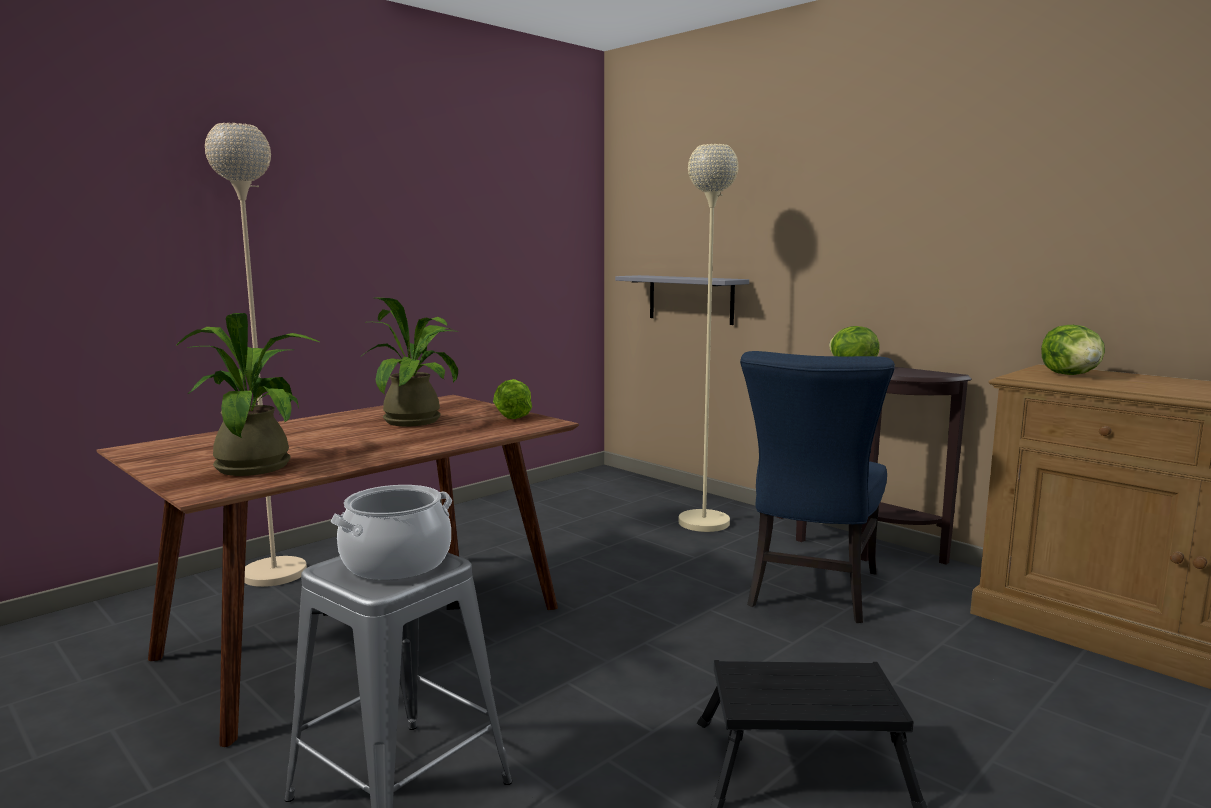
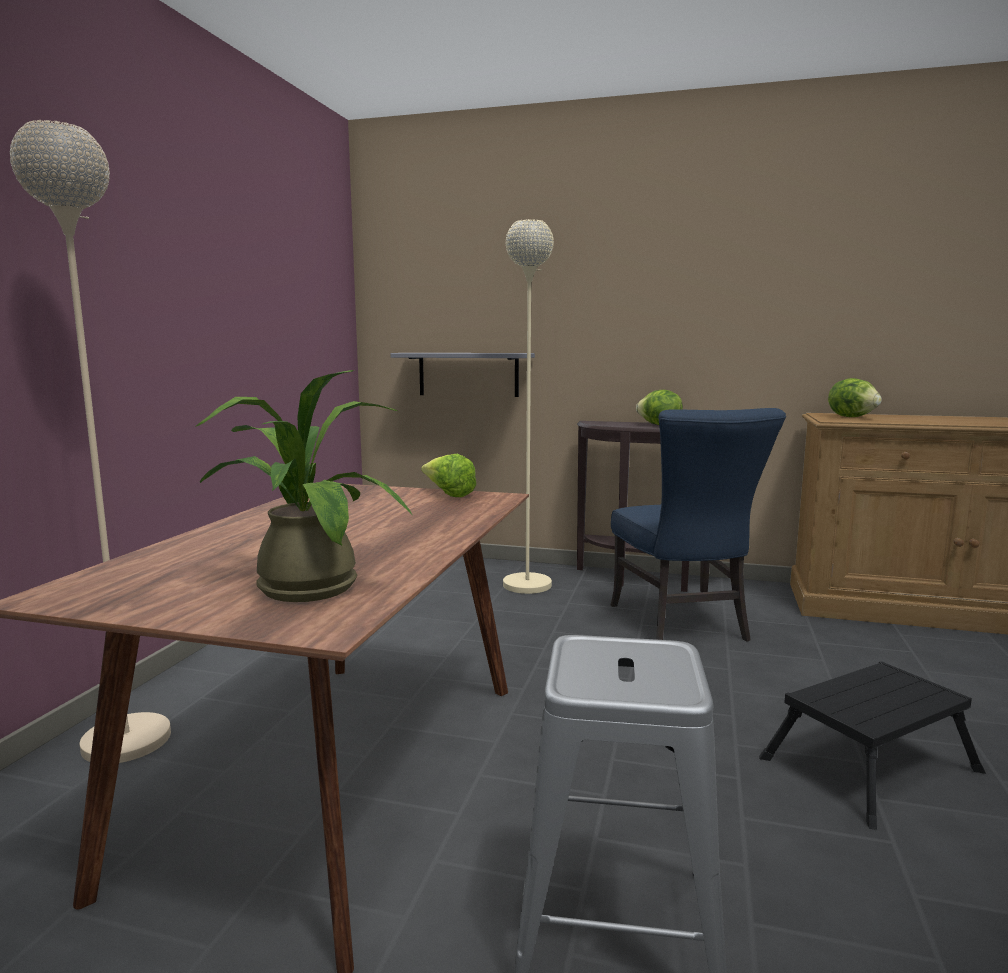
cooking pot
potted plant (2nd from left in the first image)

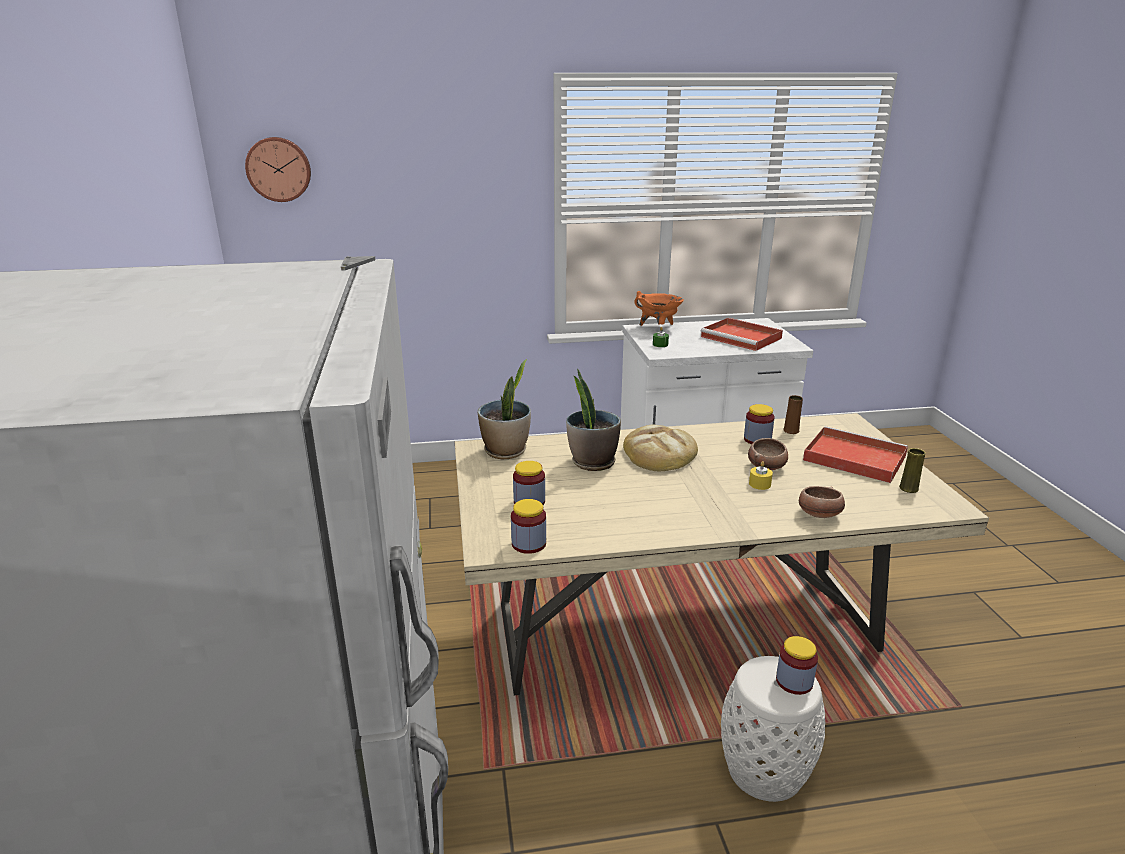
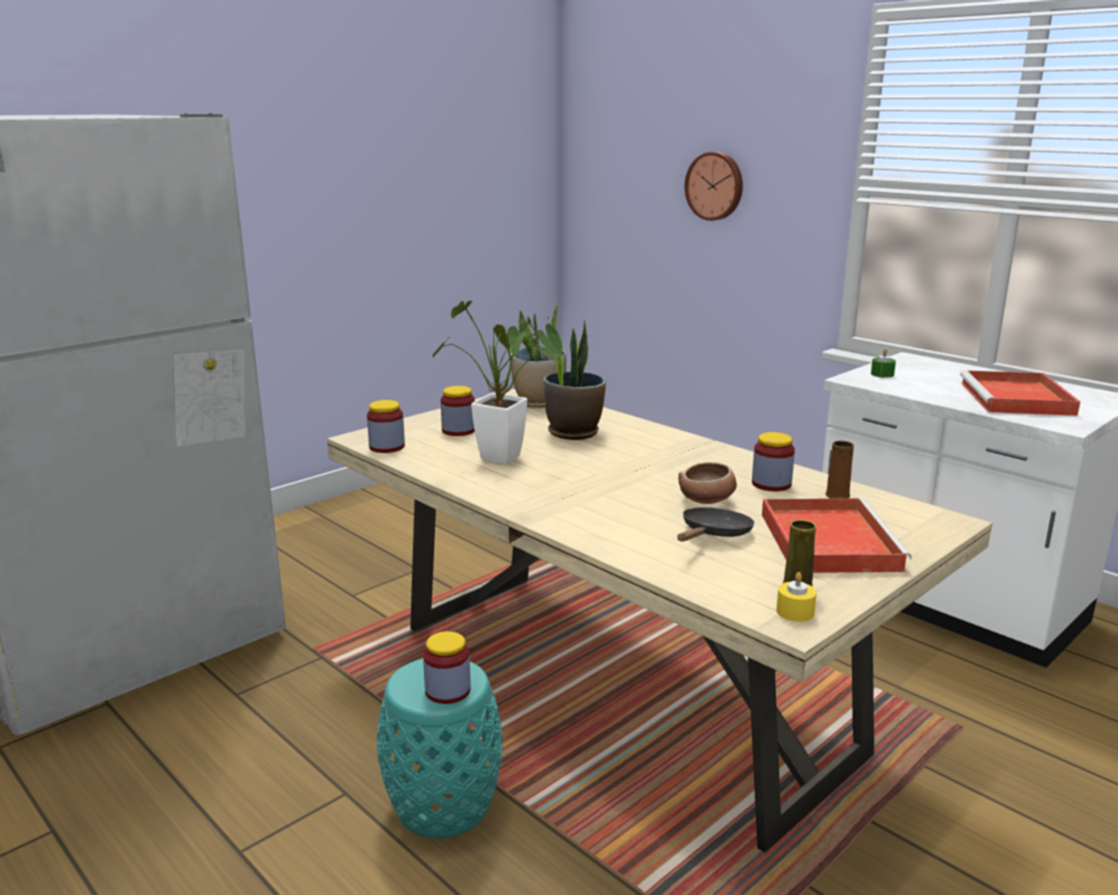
stool in turquoise
potted plant (1st from left)
frying pan in black
wall clock
candle in yellow
bread
cooking pot in orange
bowl (2nd from left in the first image)

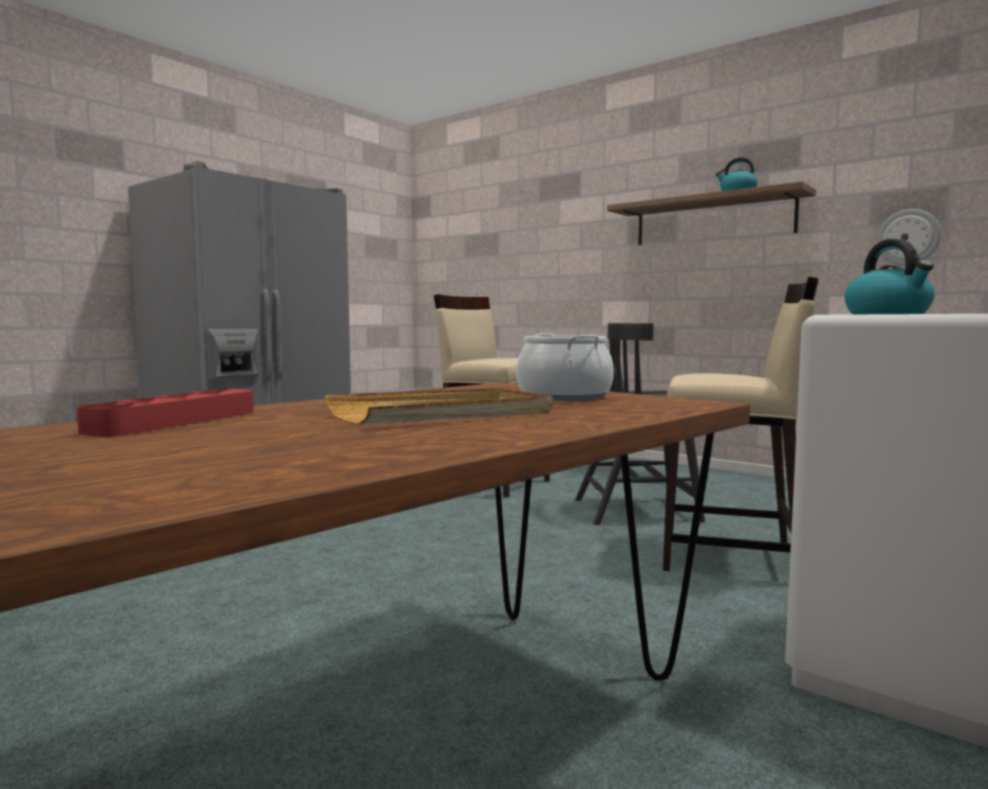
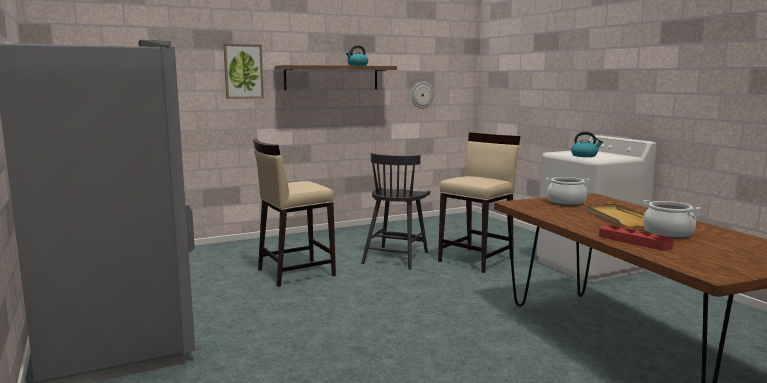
picture
cooking pot (2nd from left)

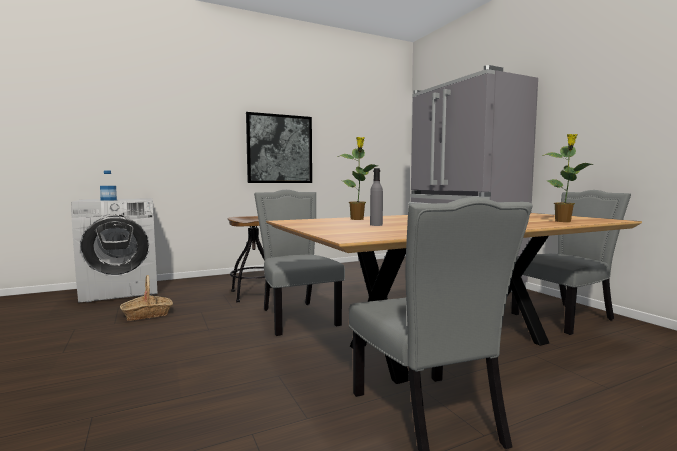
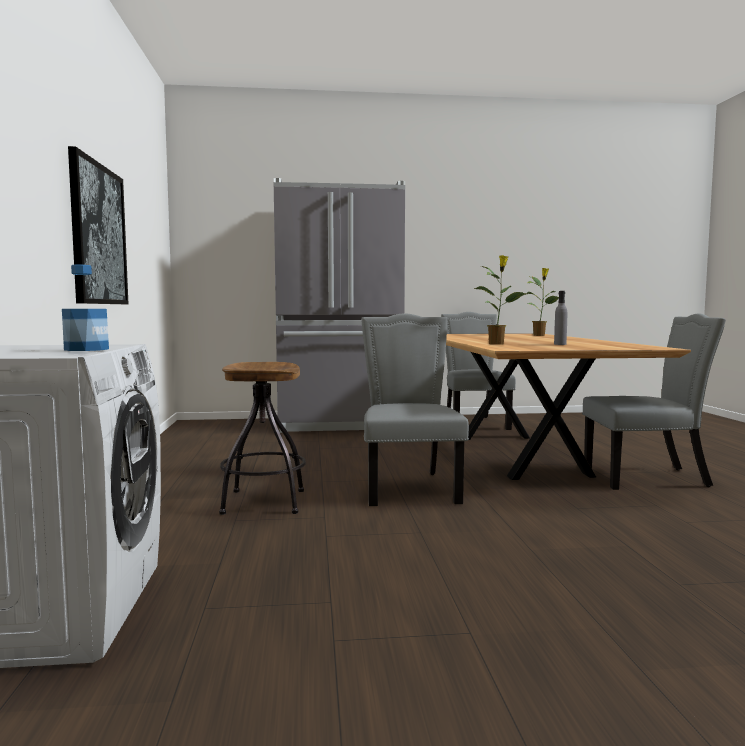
chair in grey (1st from left)
basket

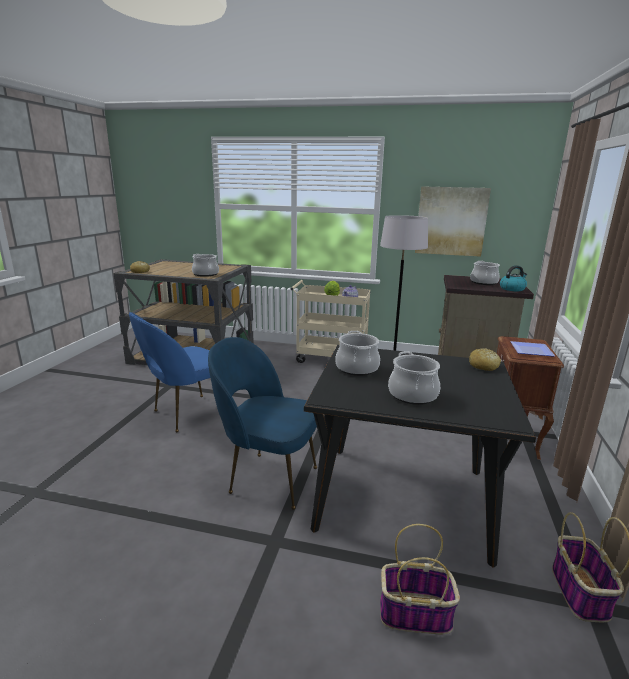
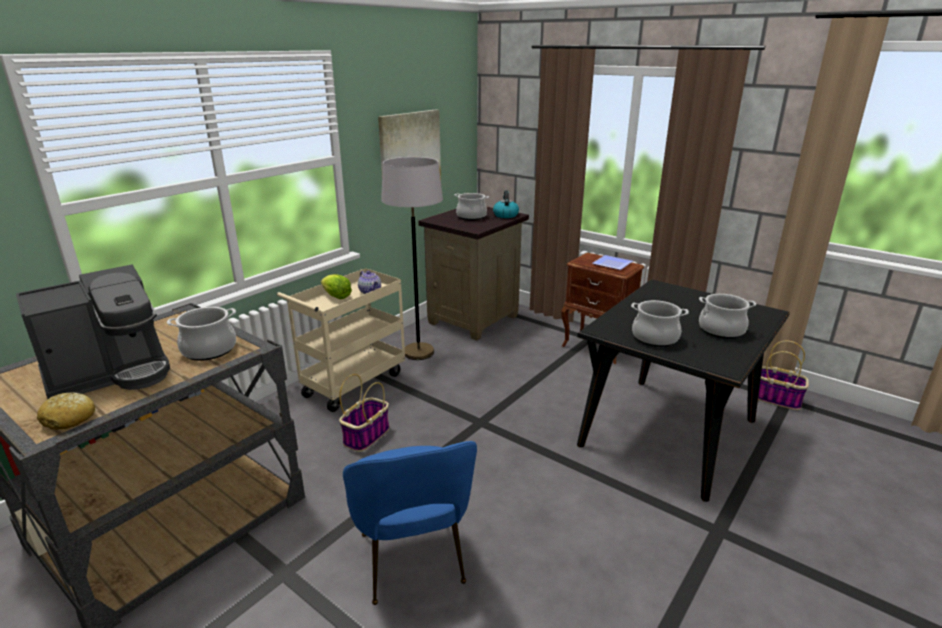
coffee machine
basket (1st from left)
chair in blue (2nd from left in the first image)
bread (2nd from left in the first image)

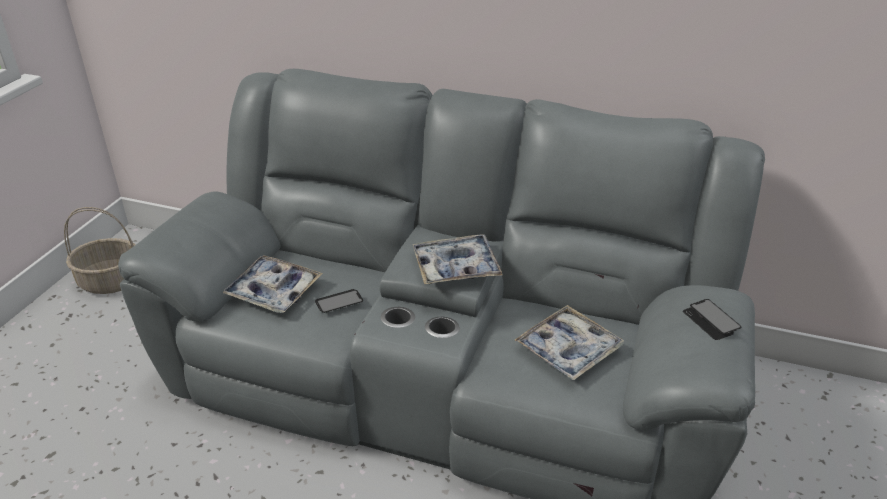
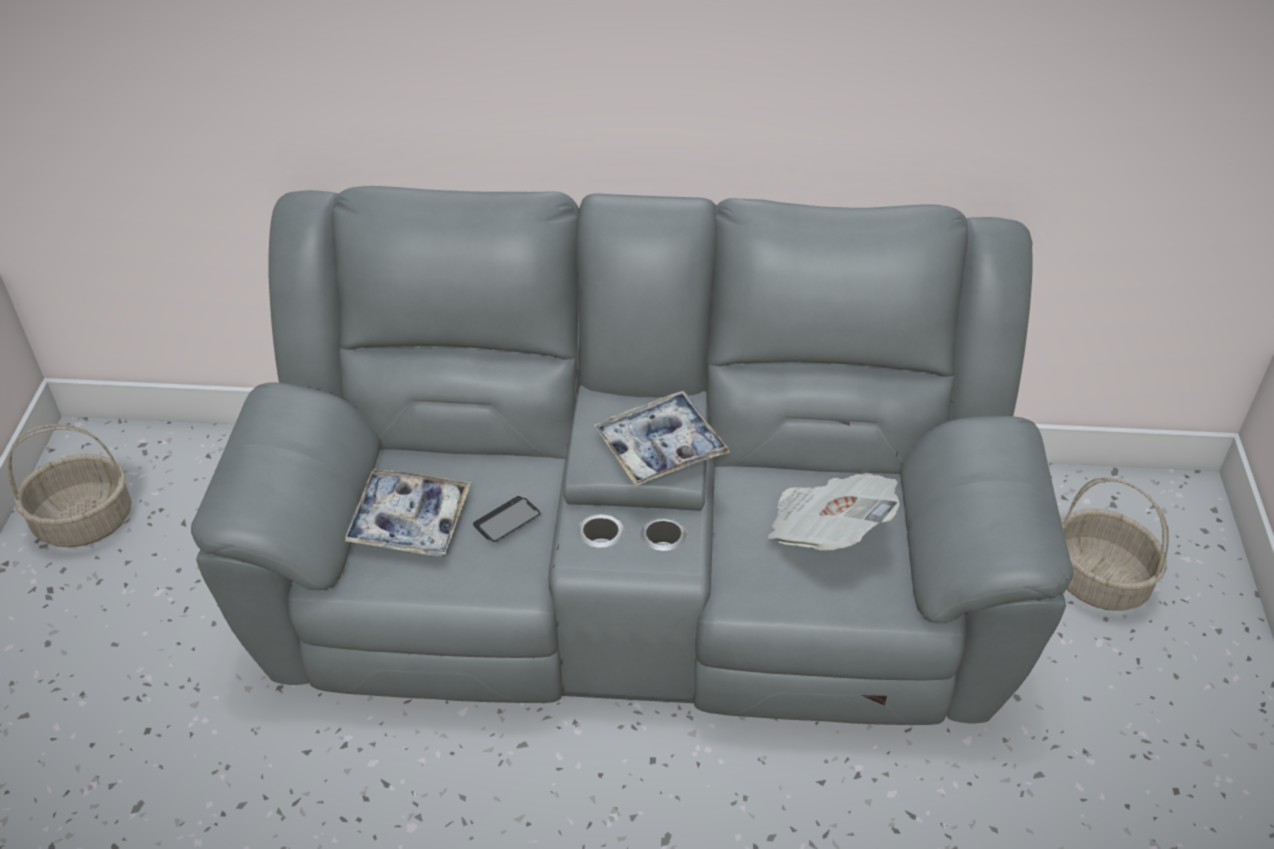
newspaper
basket (2nd from left)
phone (2nd from left in the first image)

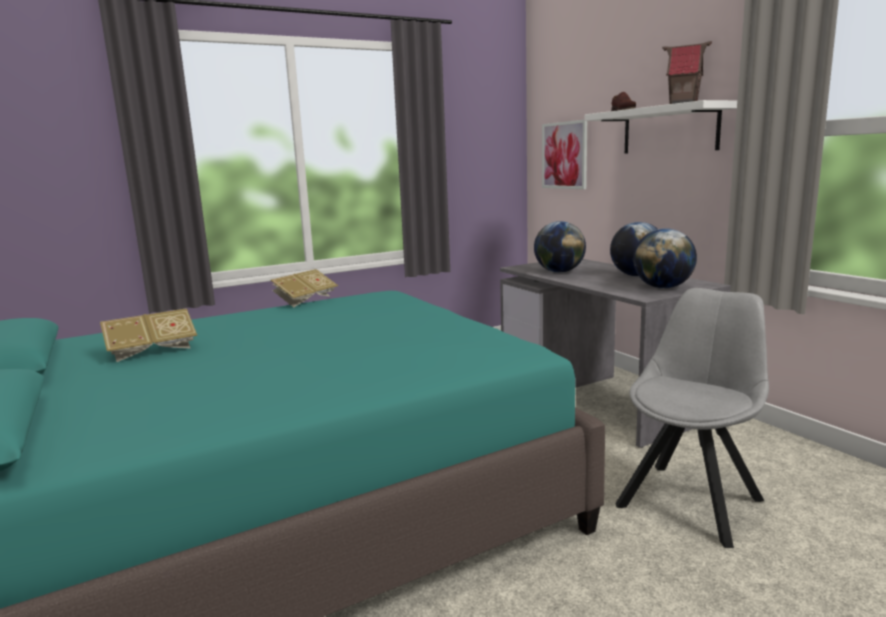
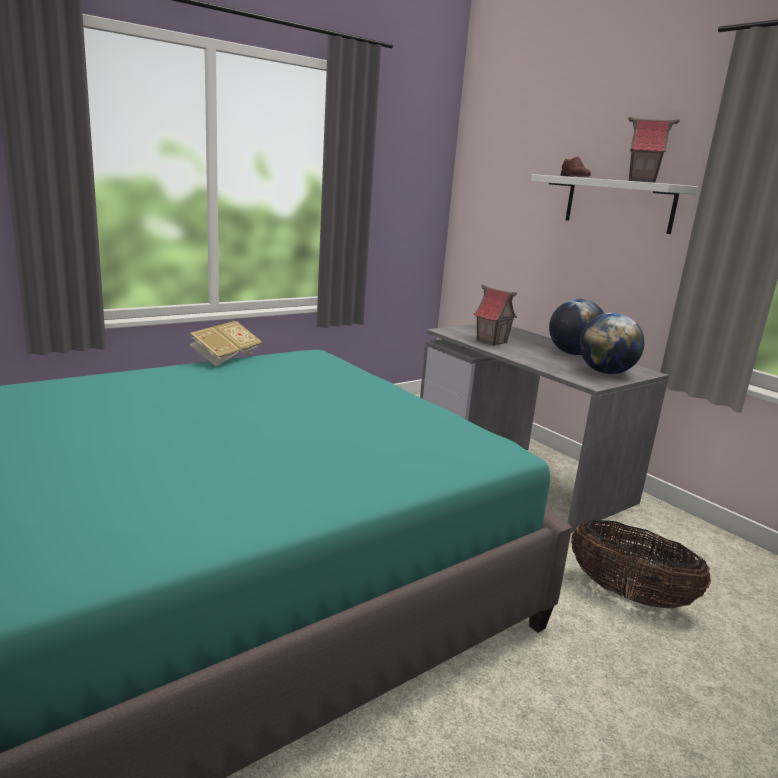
toy house (1st from left)
basket
book (1st from left in the first image)
picture

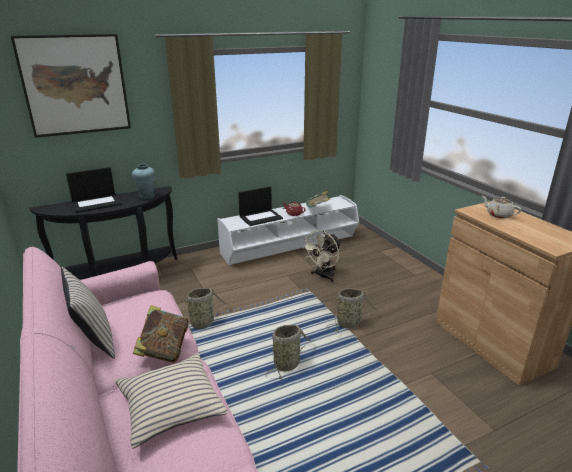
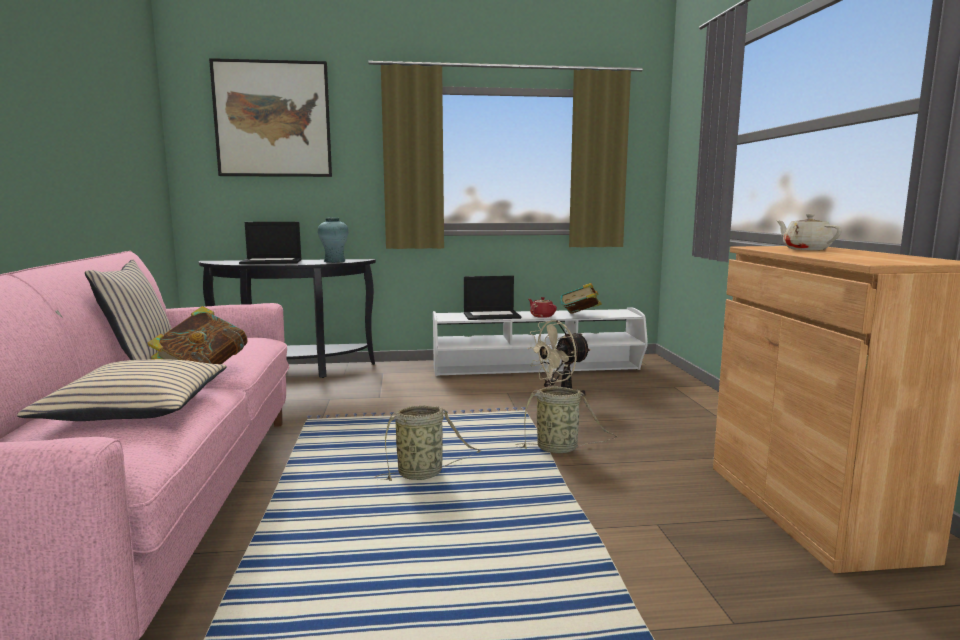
basket (1st from left in the first image)

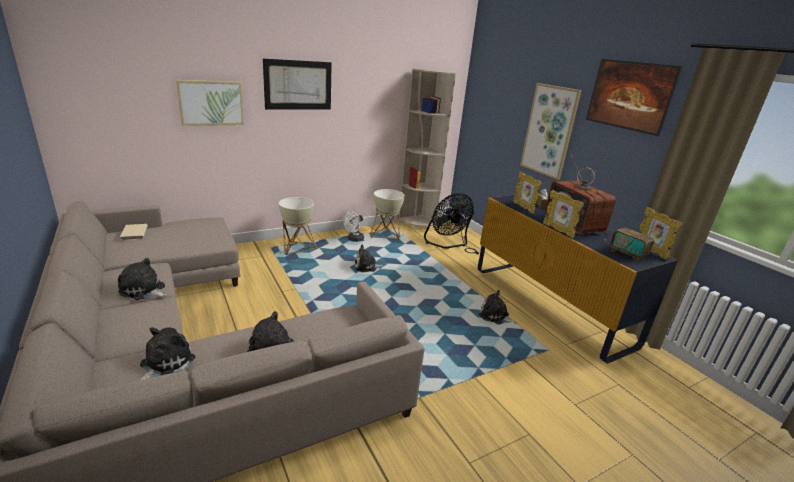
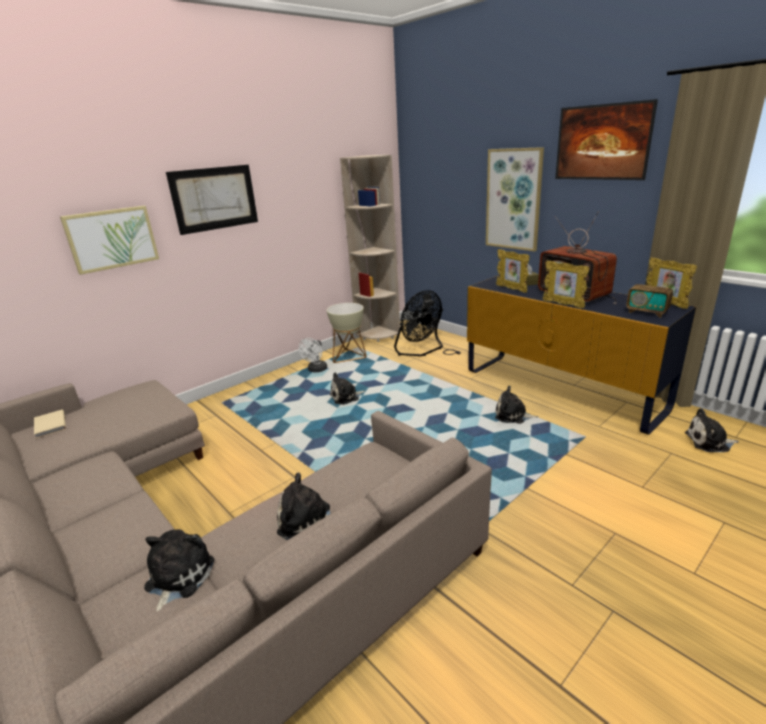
plush toy (5th from left)
planter (1st from left in the first image)

